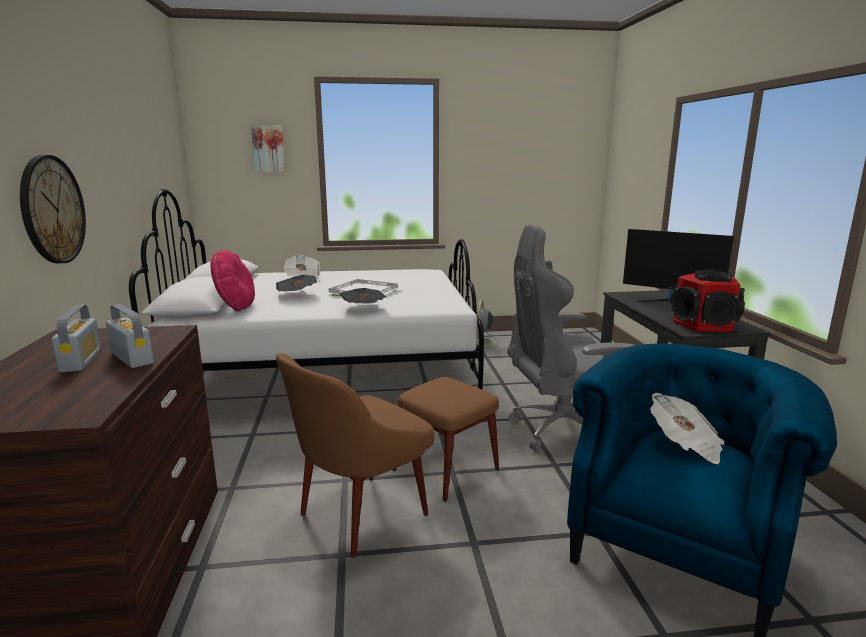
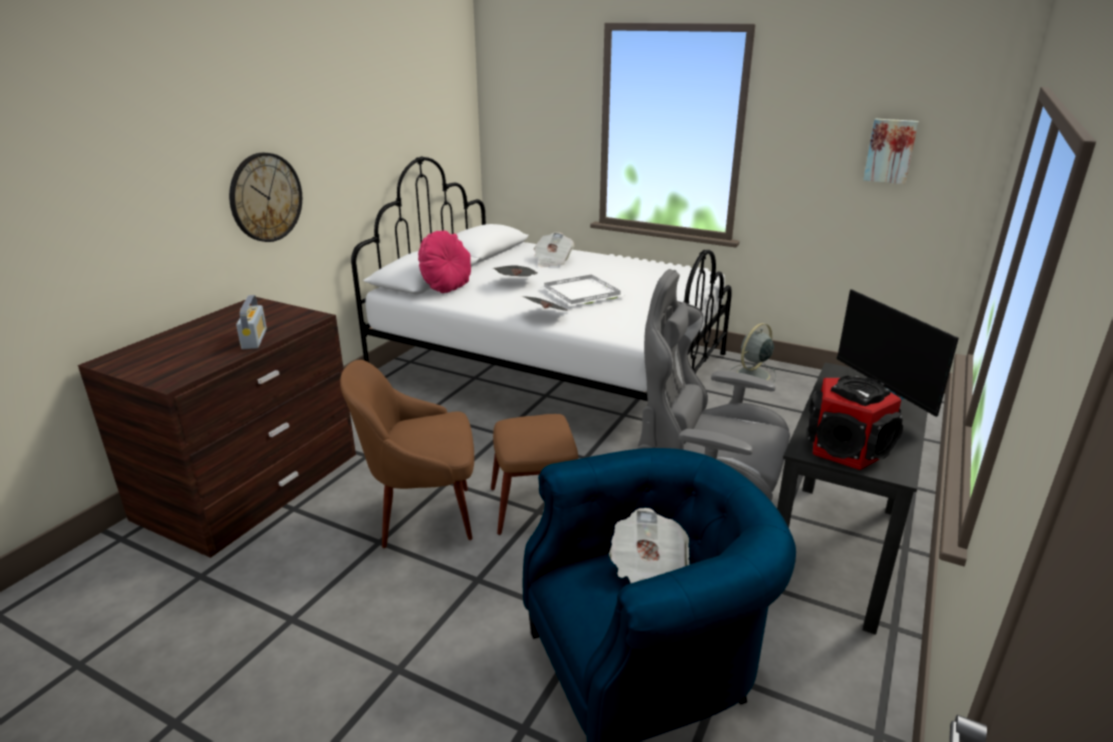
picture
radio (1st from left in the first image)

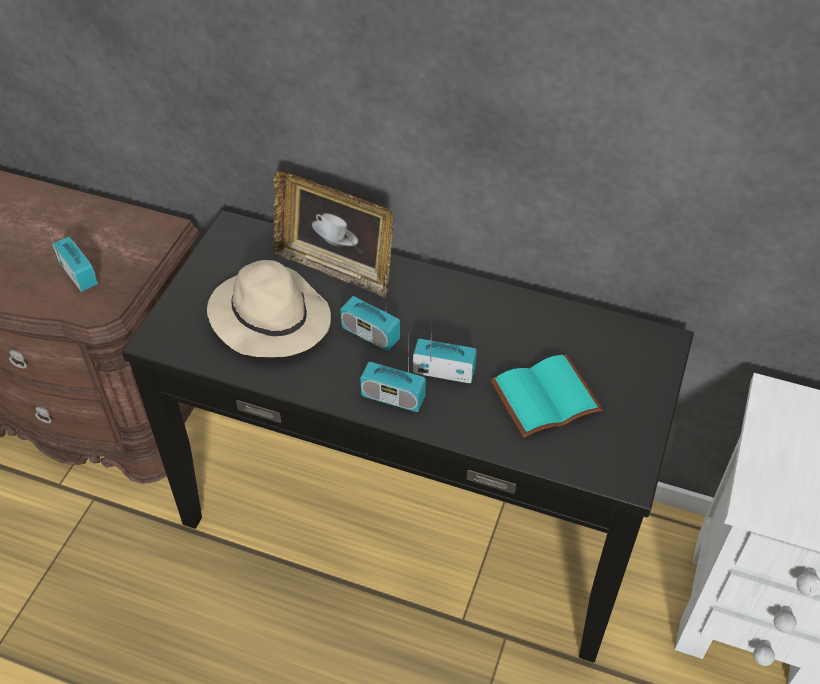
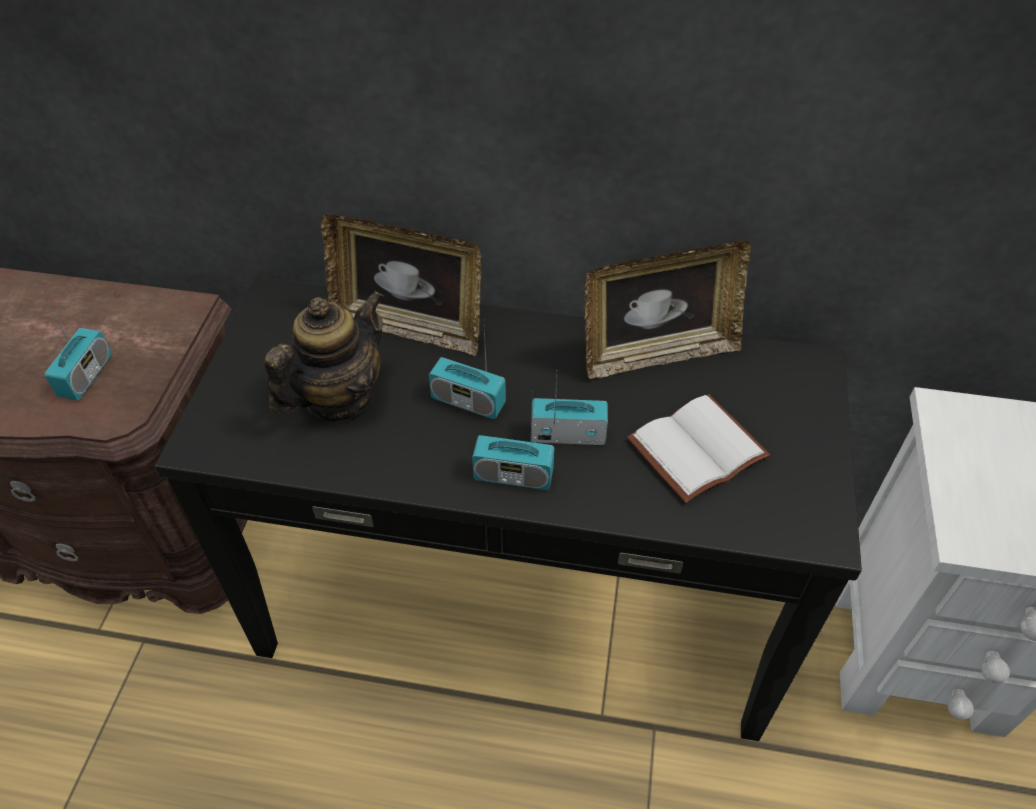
radio (1st from left)
teapot
picture frame (2nd from left)
book in white

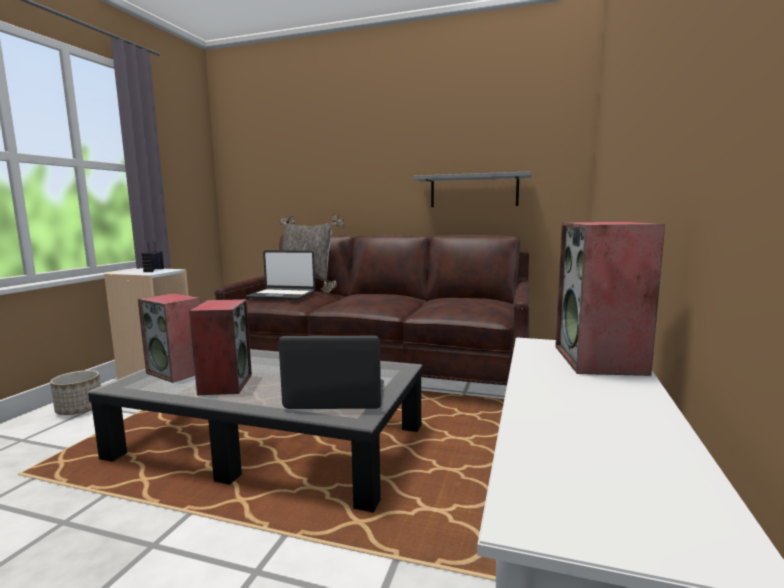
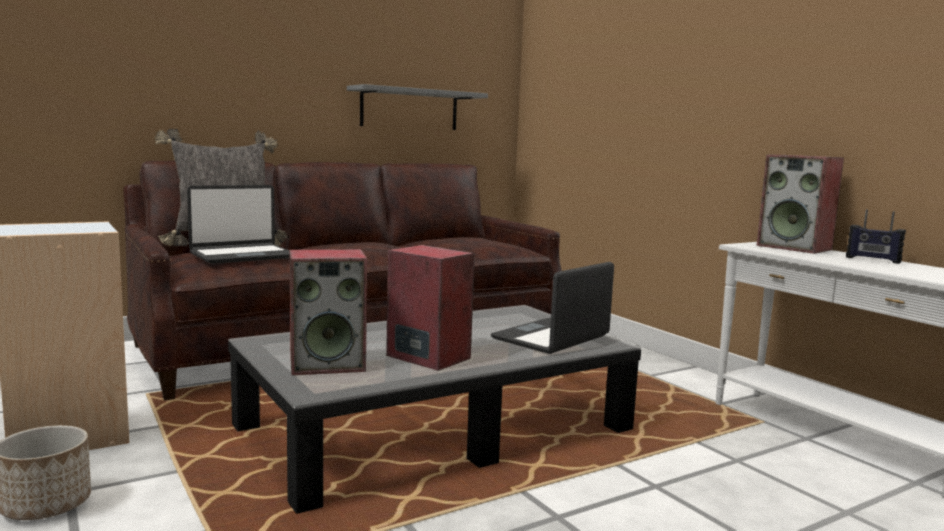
radio

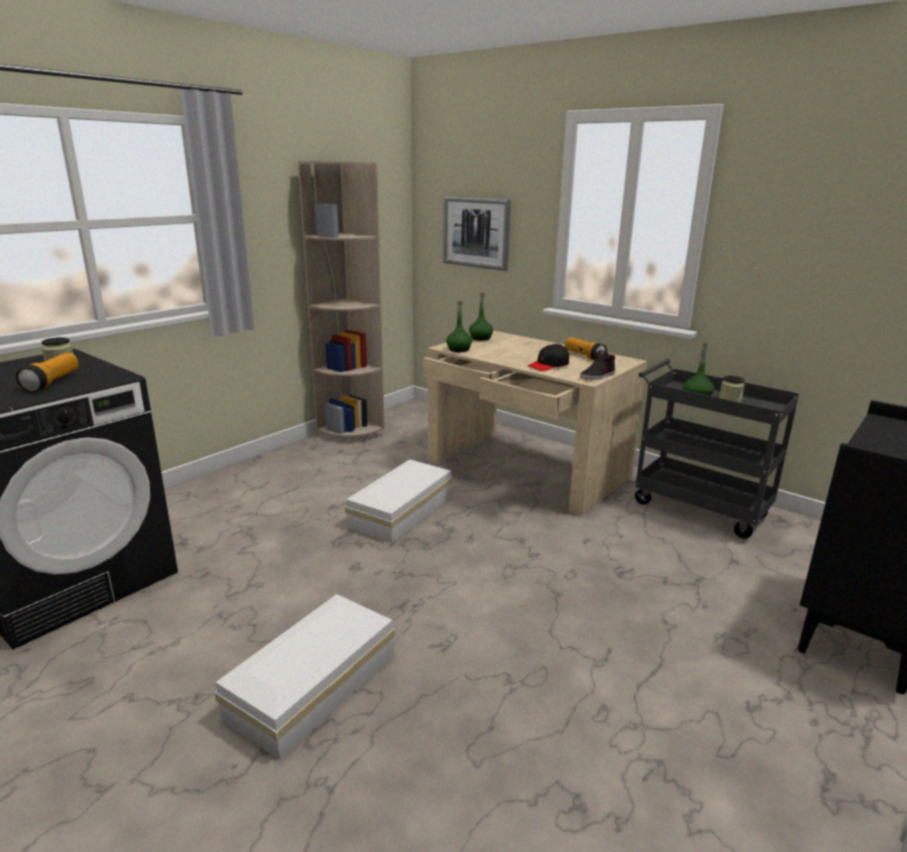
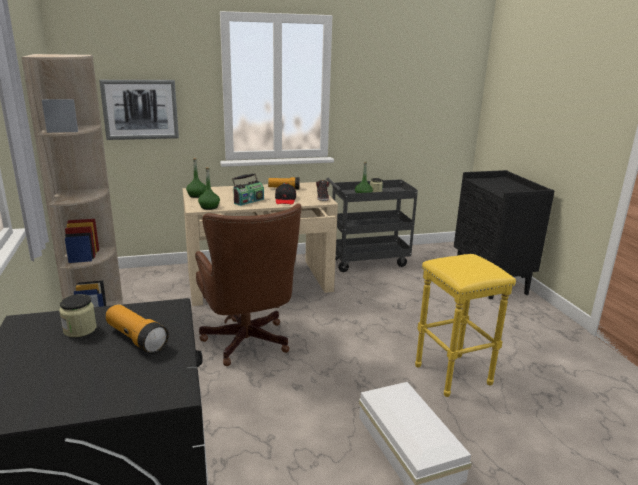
office chair in brown
radio
stool in yellow

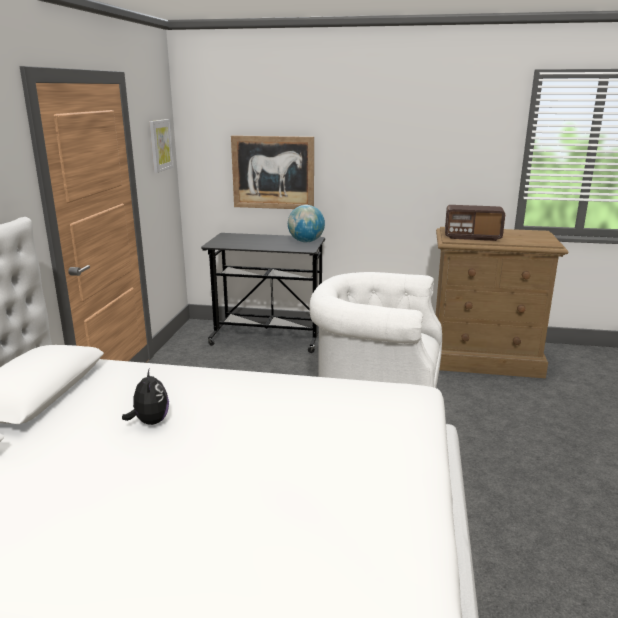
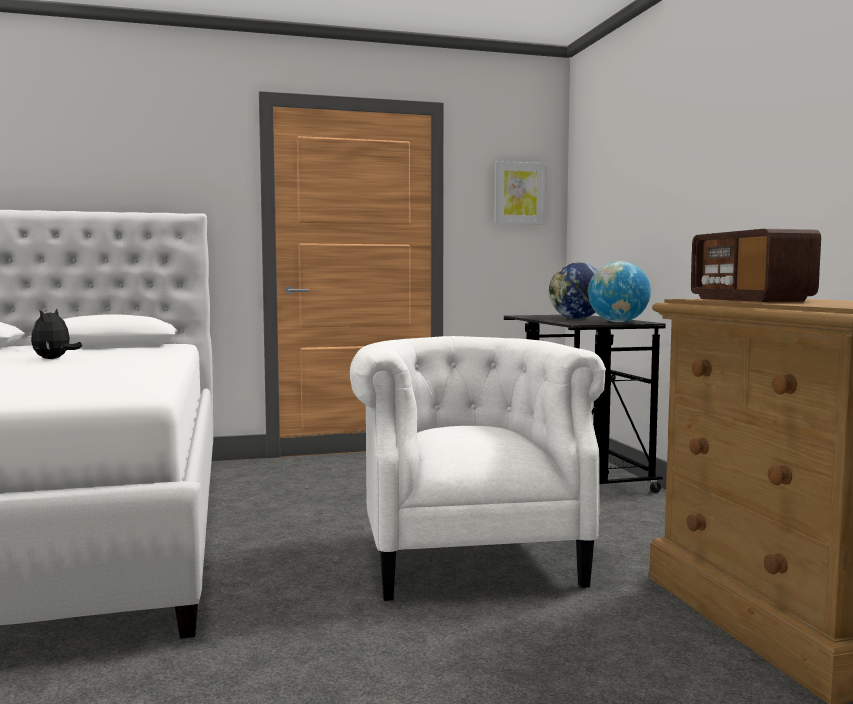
plush toy
globe (1st from left)
picture (2nd from left in the first image)

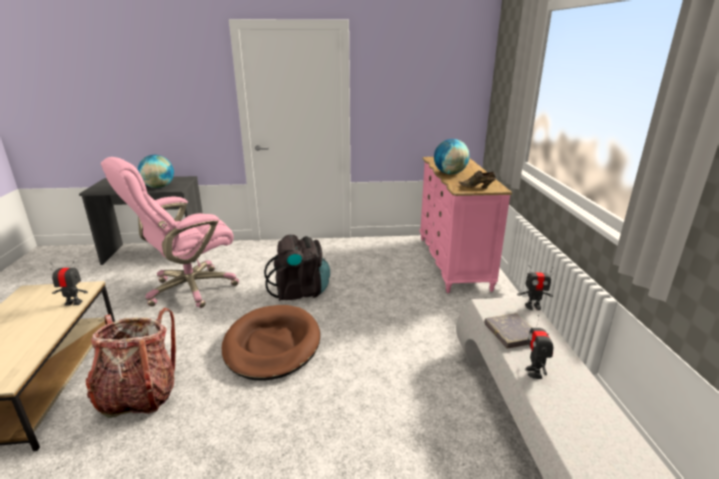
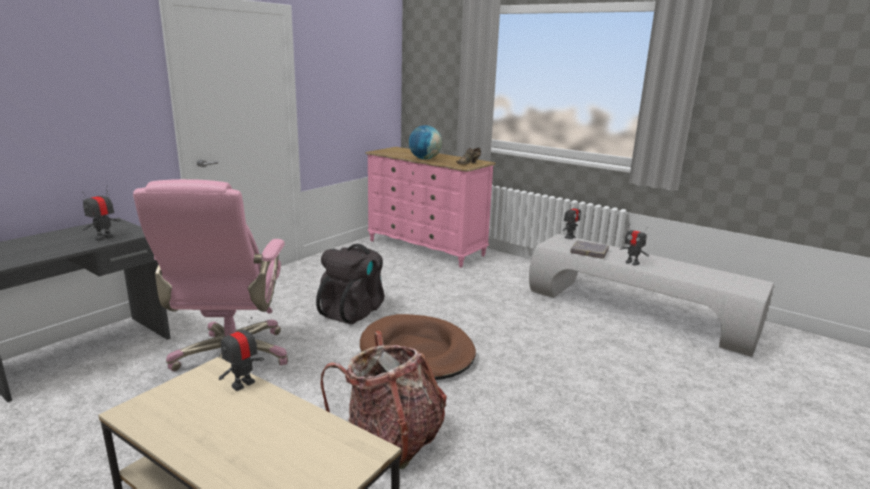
toy robot (1st from left)

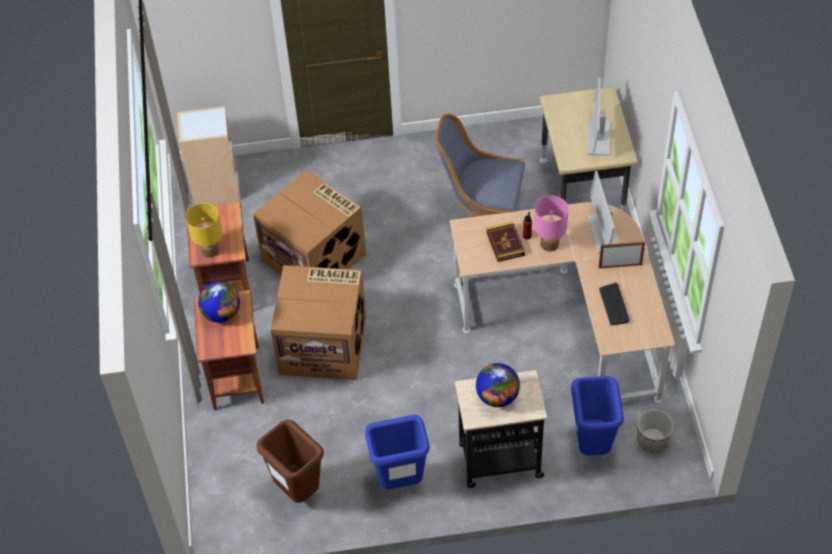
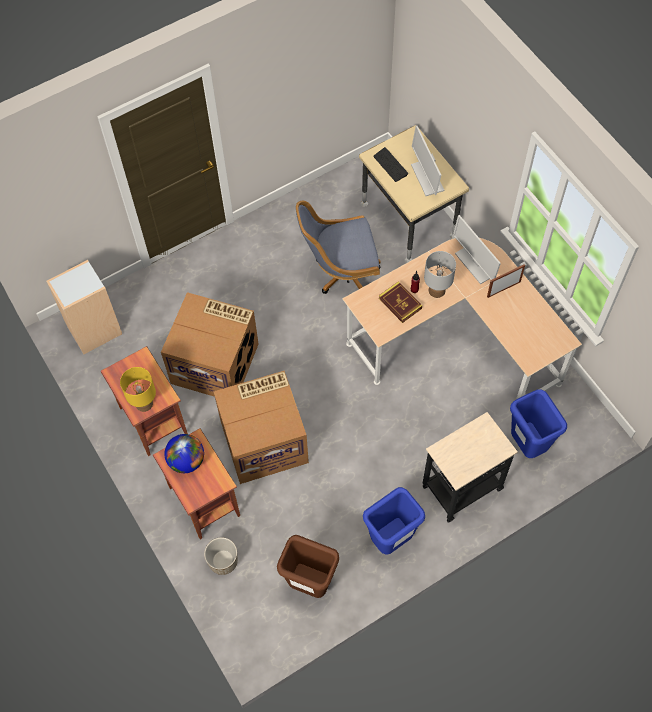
planter
keyboard
table lamp in grey
globe (2nd from left in the first image)

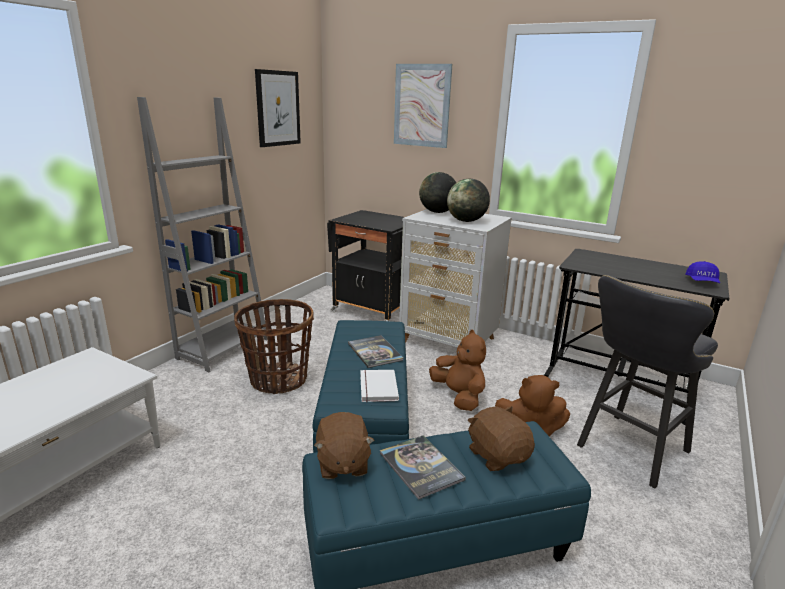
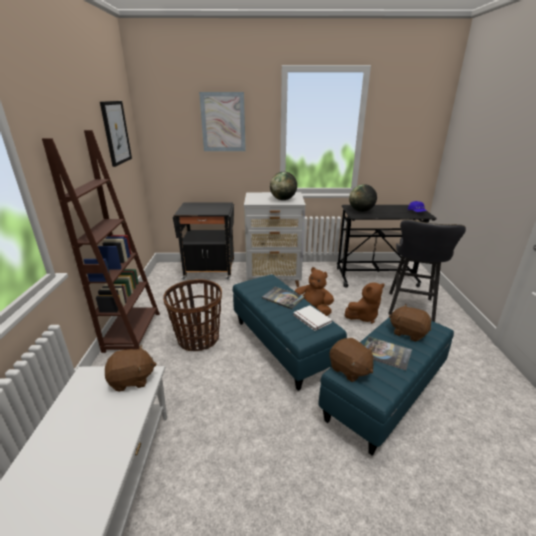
bookcase in brown
plush toy in brown (1st from left)
globe (2nd from left)

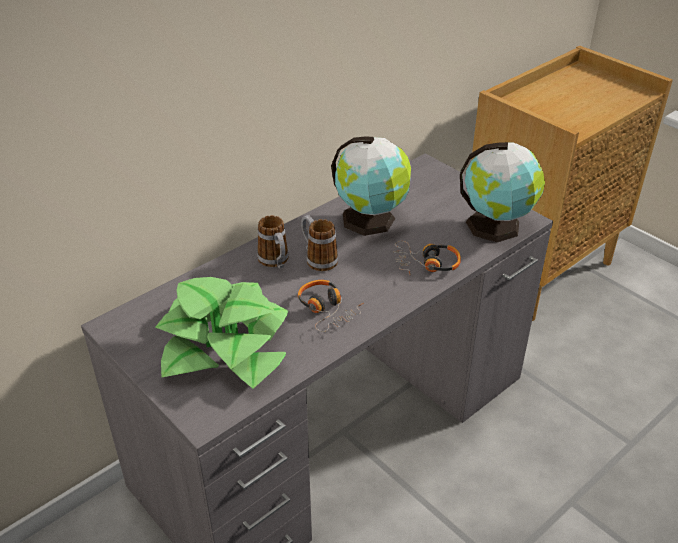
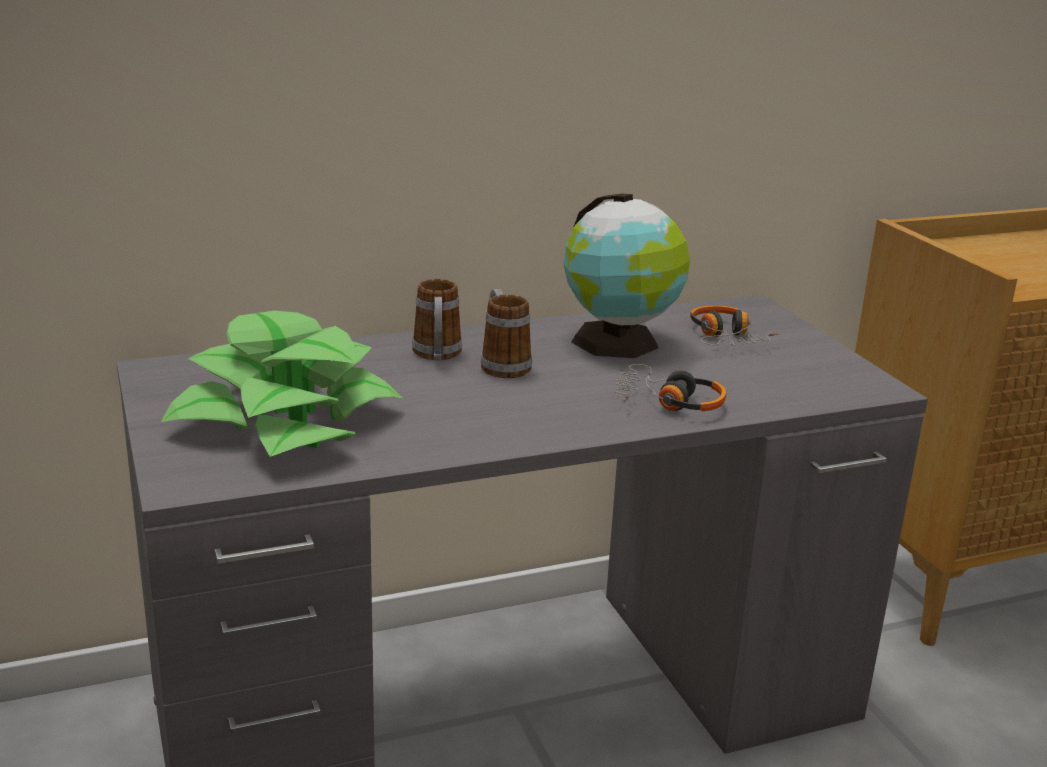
headphones (2nd from left)
globe (2nd from left in the first image)

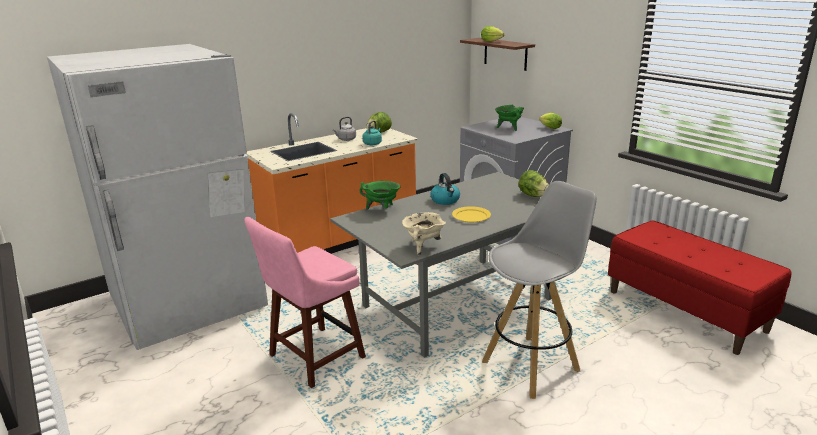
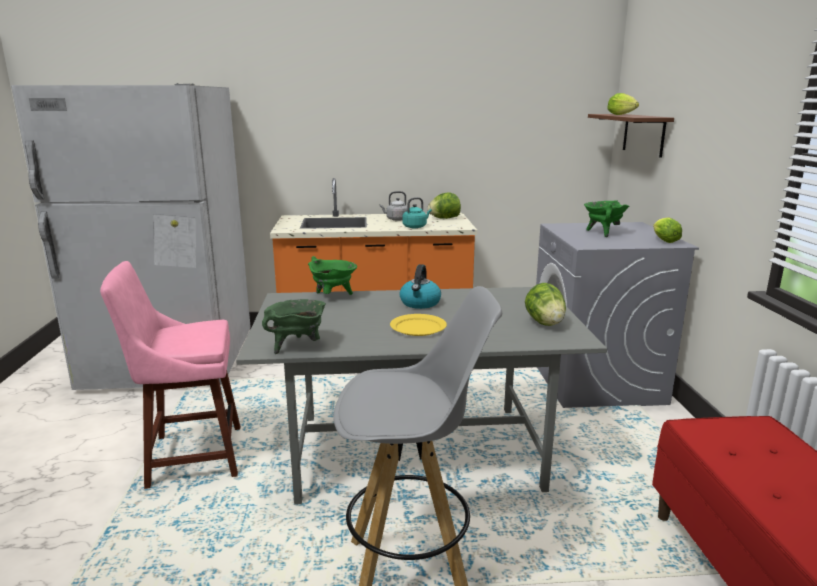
cooking pot in green (1st from left)

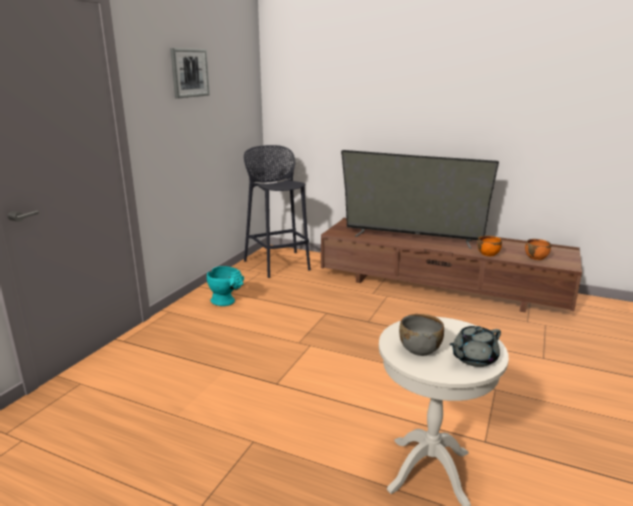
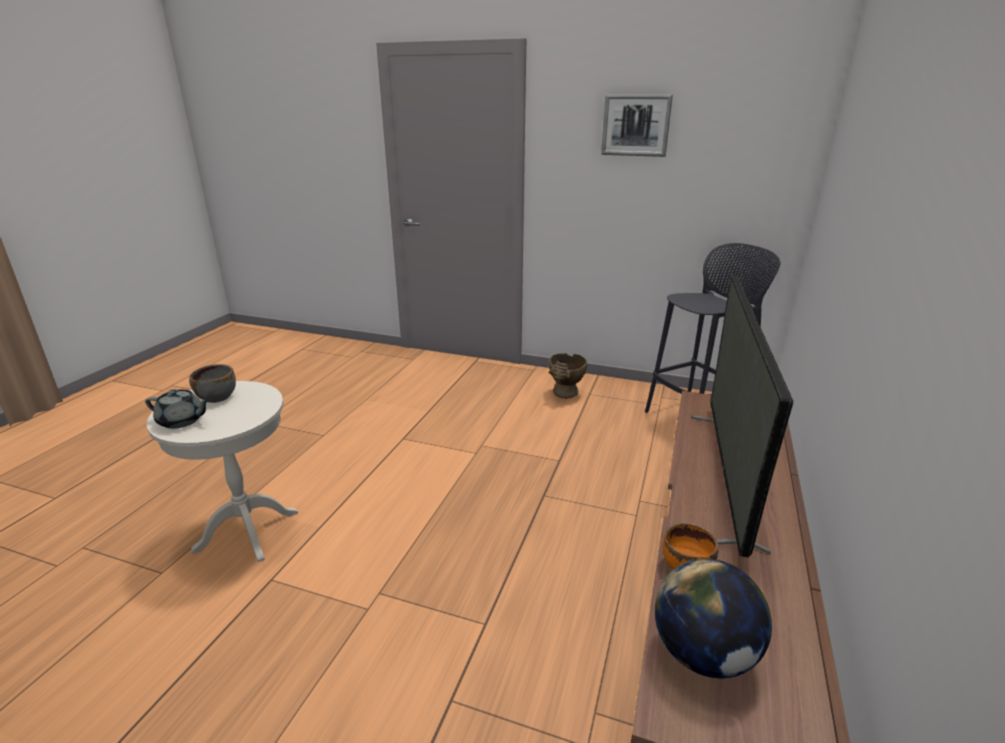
teapot in grey
vase in beige
globe

